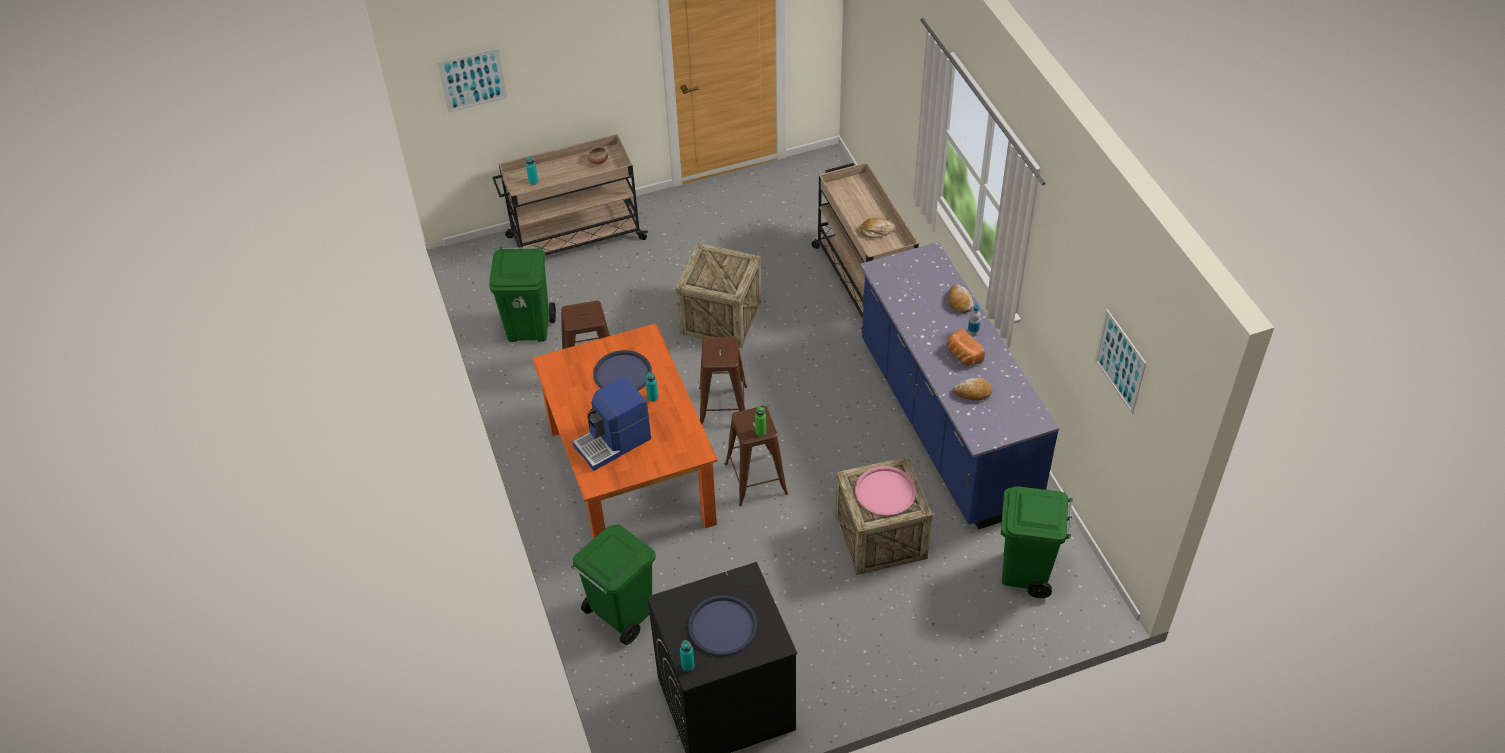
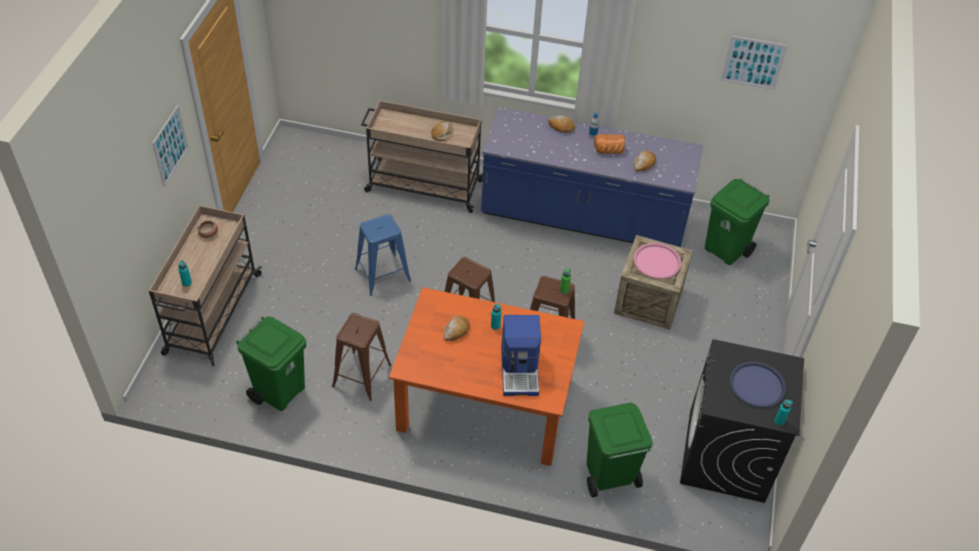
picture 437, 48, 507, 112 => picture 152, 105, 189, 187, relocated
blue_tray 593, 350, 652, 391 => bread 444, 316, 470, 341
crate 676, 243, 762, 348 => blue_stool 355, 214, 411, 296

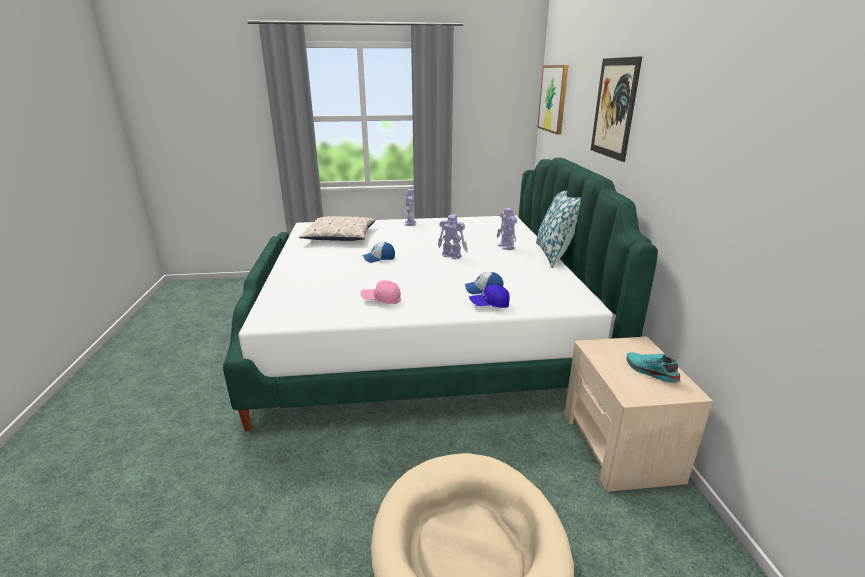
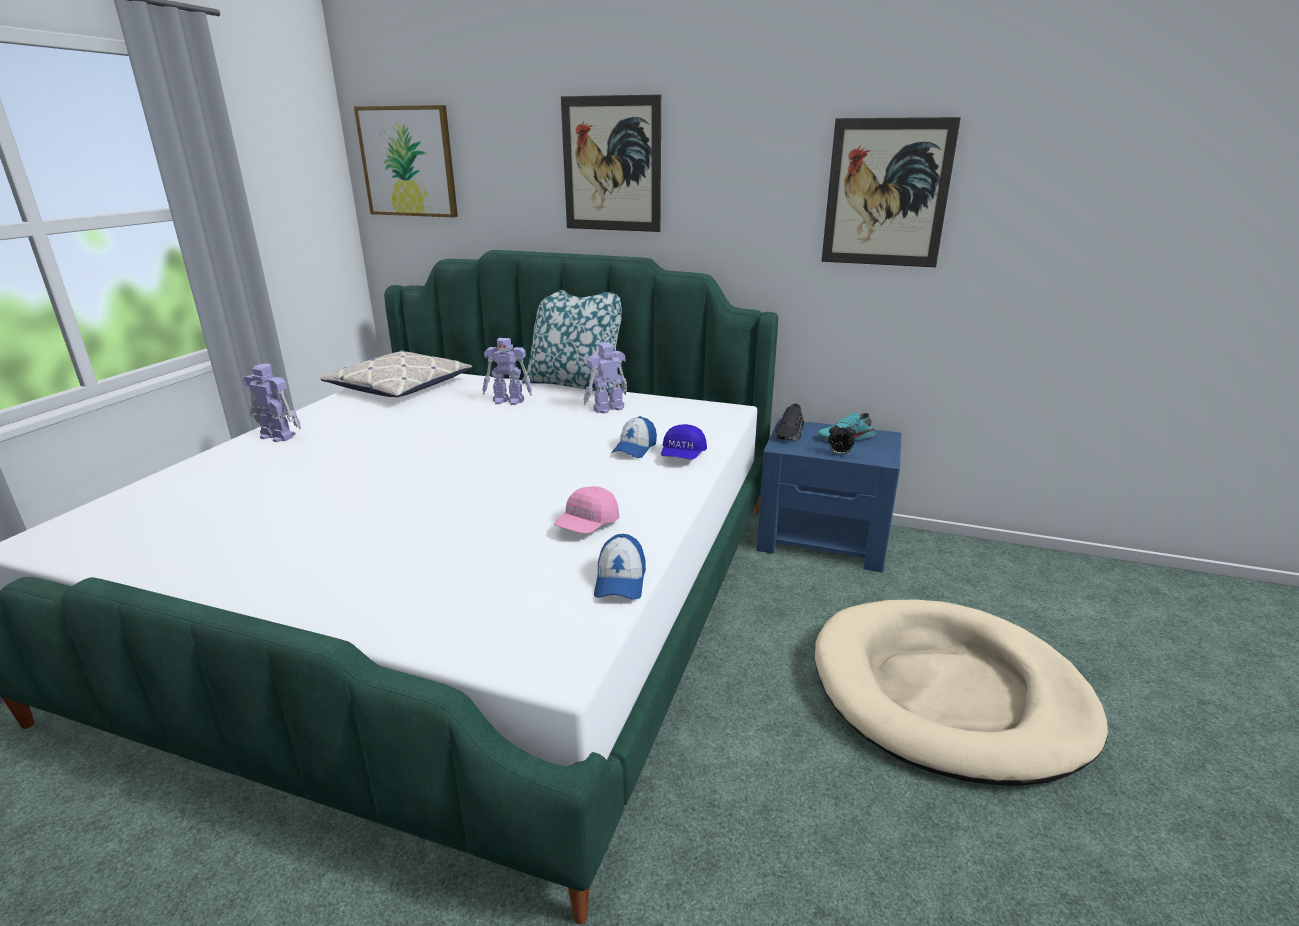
pillow 299, 216, 376, 241 => pillow 320, 350, 472, 397, relocated
cap 362, 242, 395, 263 => cap 594, 534, 646, 600, relocated
toy_robot 438, 214, 468, 259 => toy_robot 584, 342, 627, 414, relocated
beige_nightstand 564, 336, 713, 492 => blue_nightstand 756, 419, 901, 572
nothing => black_shoe 775, 403, 804, 440
nothing => picture 822, 117, 961, 267
nothing => alarm_clock 829, 422, 856, 455

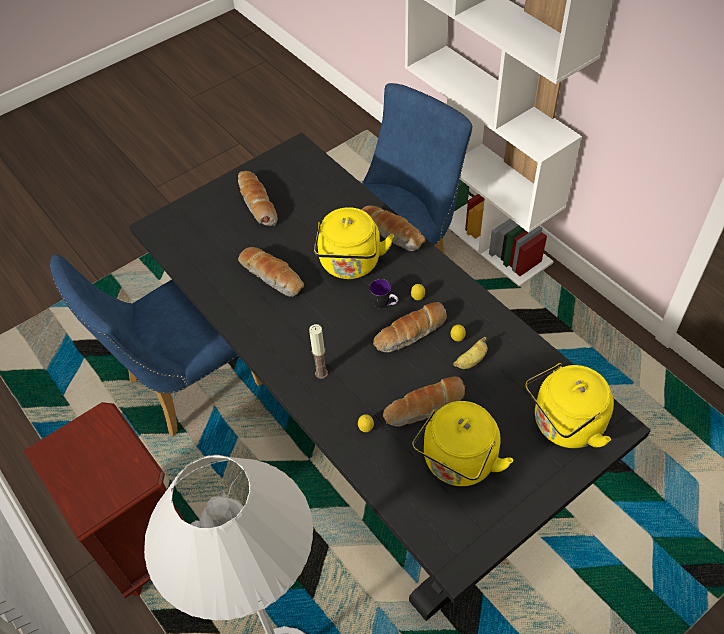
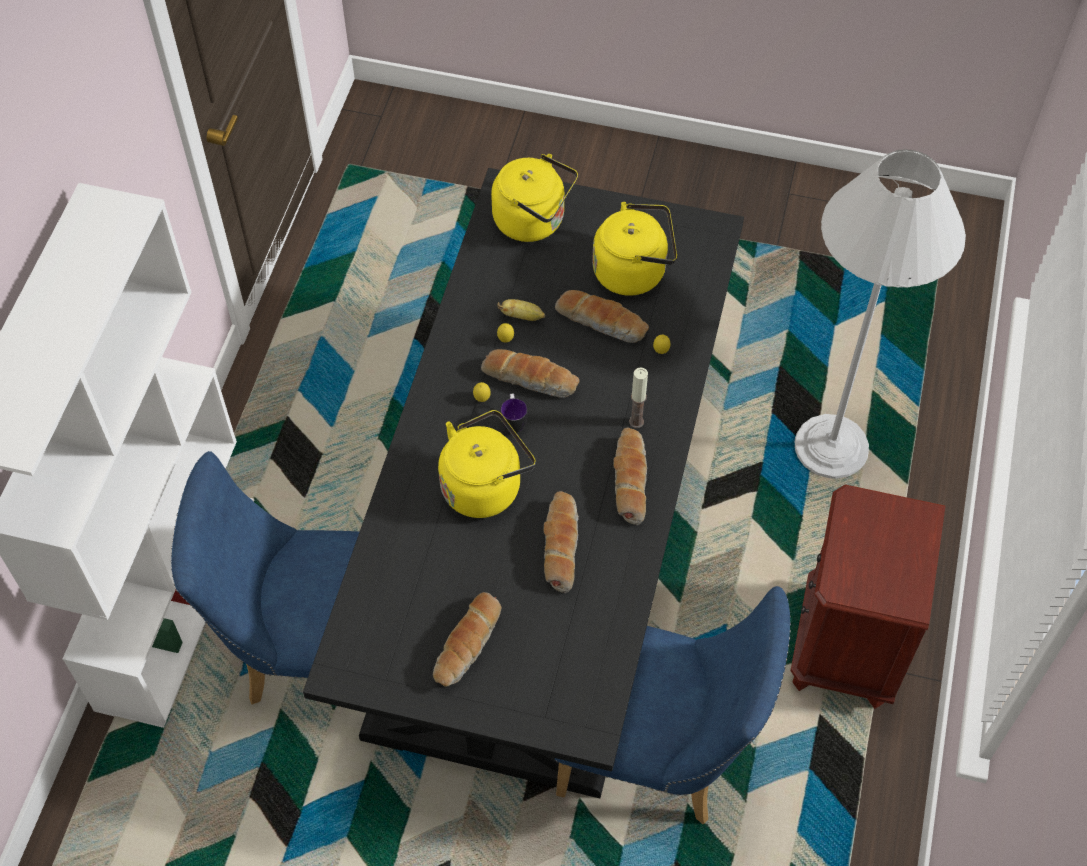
bread 361, 205, 426, 251 => bread 613, 428, 647, 525, relocated

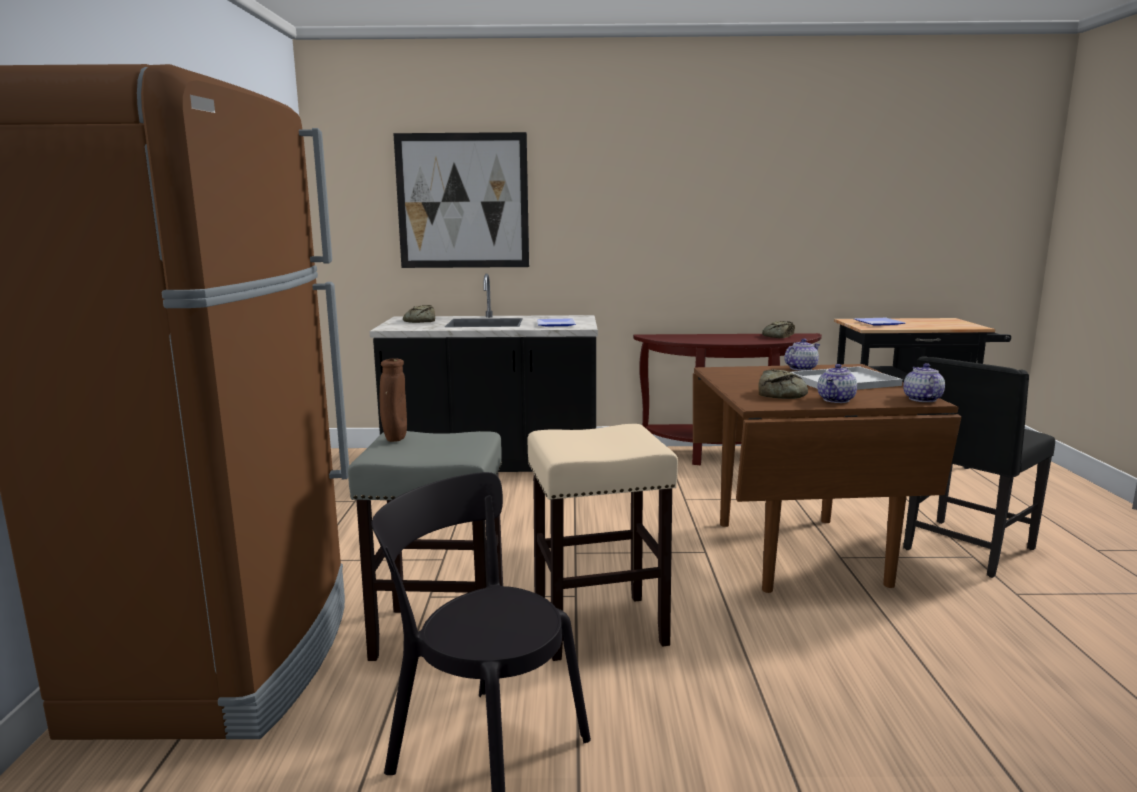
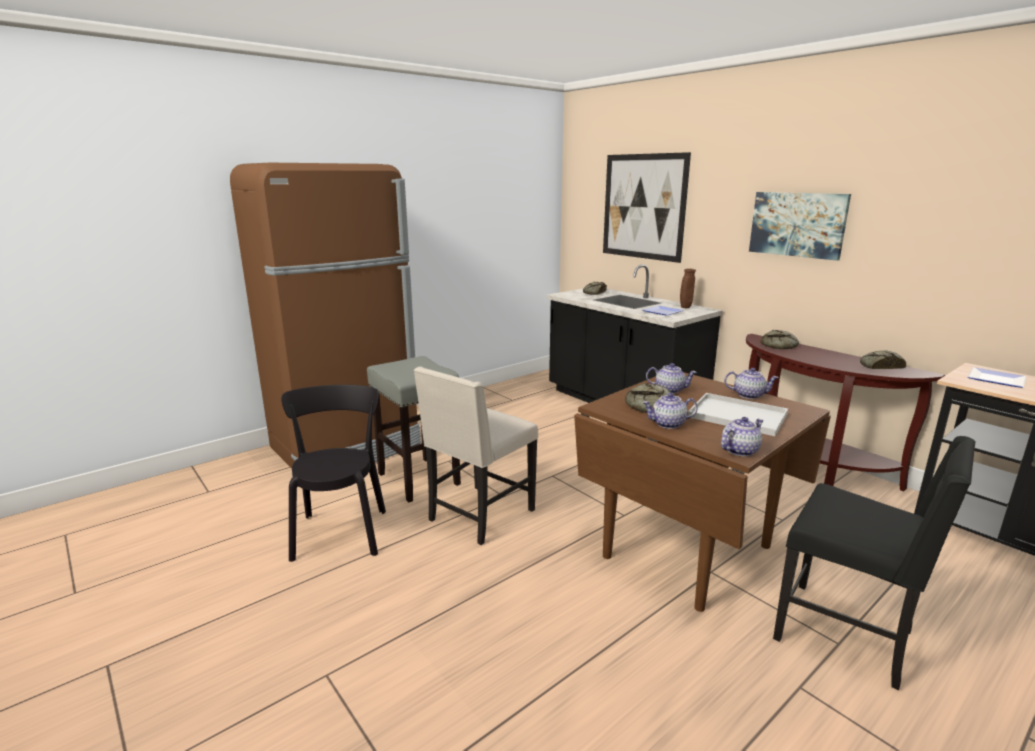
brown_vase 380, 358, 407, 442 => brown_vase 680, 269, 696, 308, relocated
beige_stool 528, 424, 678, 661 => beige_chair 414, 367, 538, 545
black_chair 903, 356, 1055, 578 => black_chair 773, 436, 975, 690, 150 degrees counterclockwise
nothing => teapot 646, 363, 697, 394
nothing => picture 749, 192, 851, 261
nothing => bread 760, 330, 799, 349

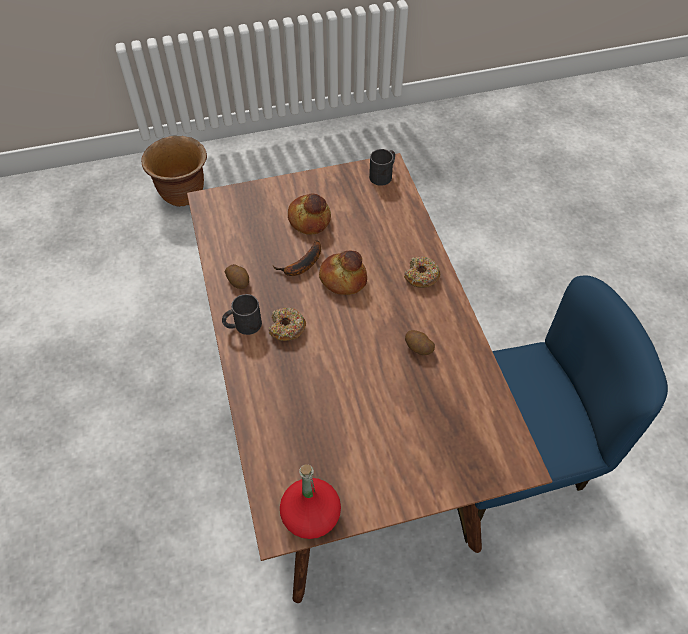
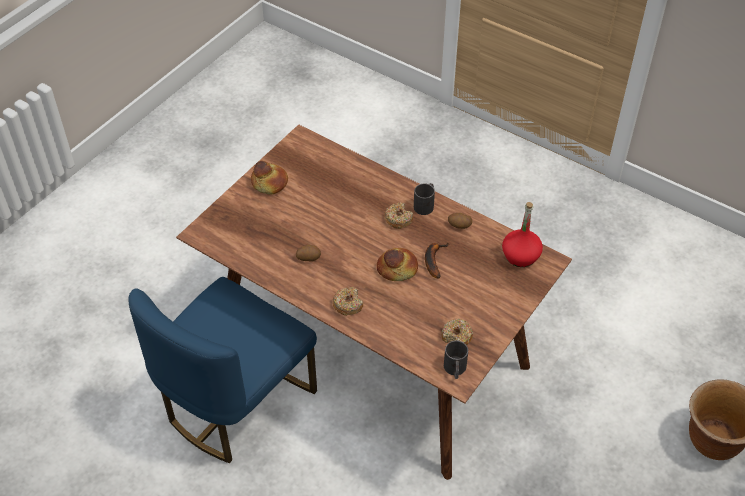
red_bottle 280, 464, 341, 539 => red_bottle 502, 202, 543, 267, relocated
bread 288, 193, 331, 235 => bread 251, 161, 288, 195, relocated
nothing => donut 441, 319, 473, 345

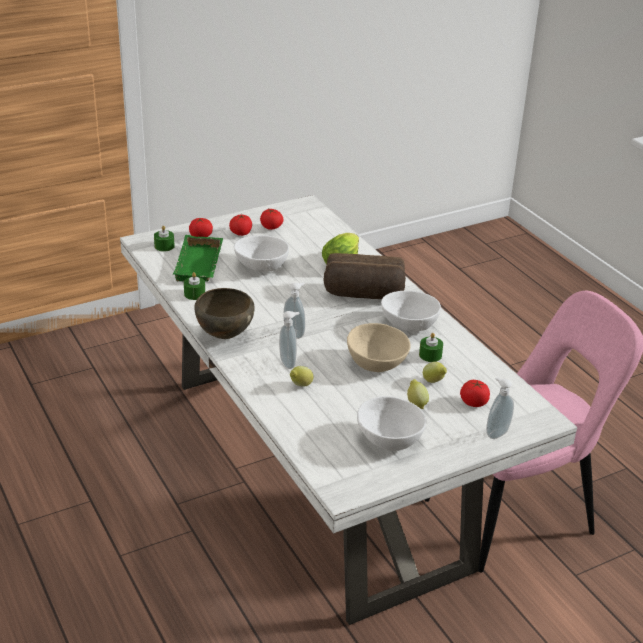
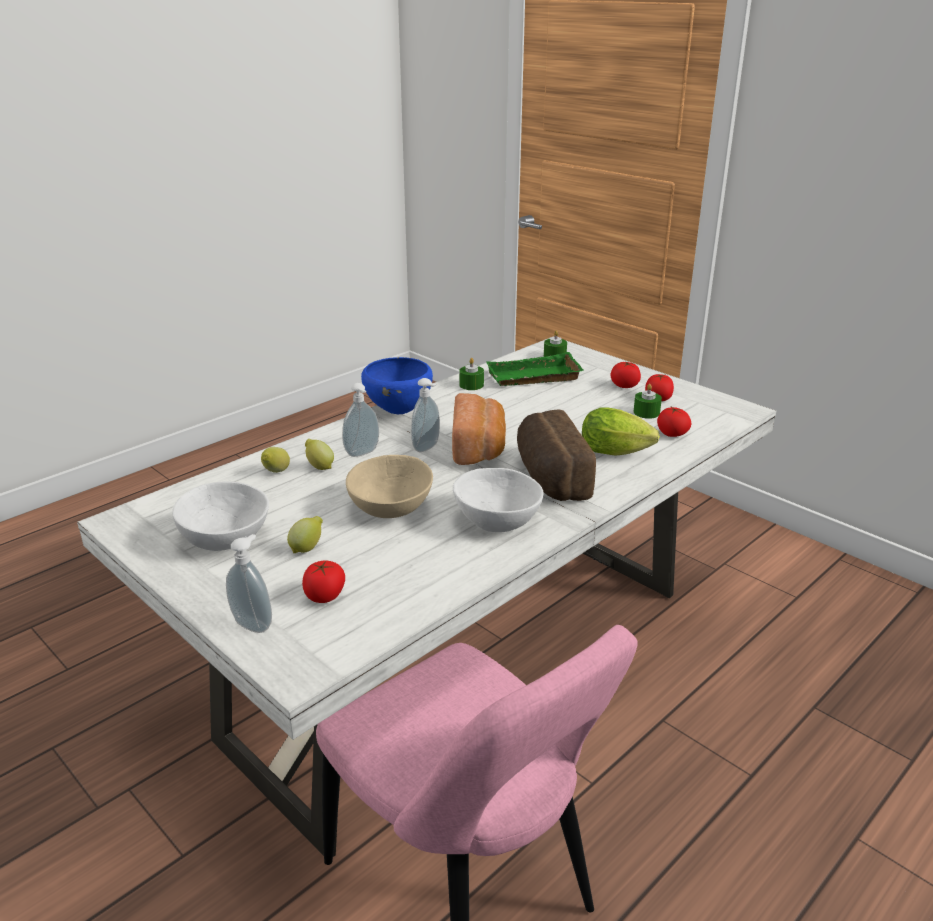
tomato 189, 218, 213, 237 => tomato 657, 407, 691, 437, relocated
brown_bowl 194, 288, 255, 339 => blue_bowl 361, 357, 433, 414
white_bowl 234, 235, 289, 272 => nothing
green_candle 419, 333, 443, 362 => green_candle 634, 384, 662, 419, relocated
lemon 423, 362, 447, 383 => lemon 261, 447, 290, 473, relocated
nothing => bread 452, 393, 506, 465

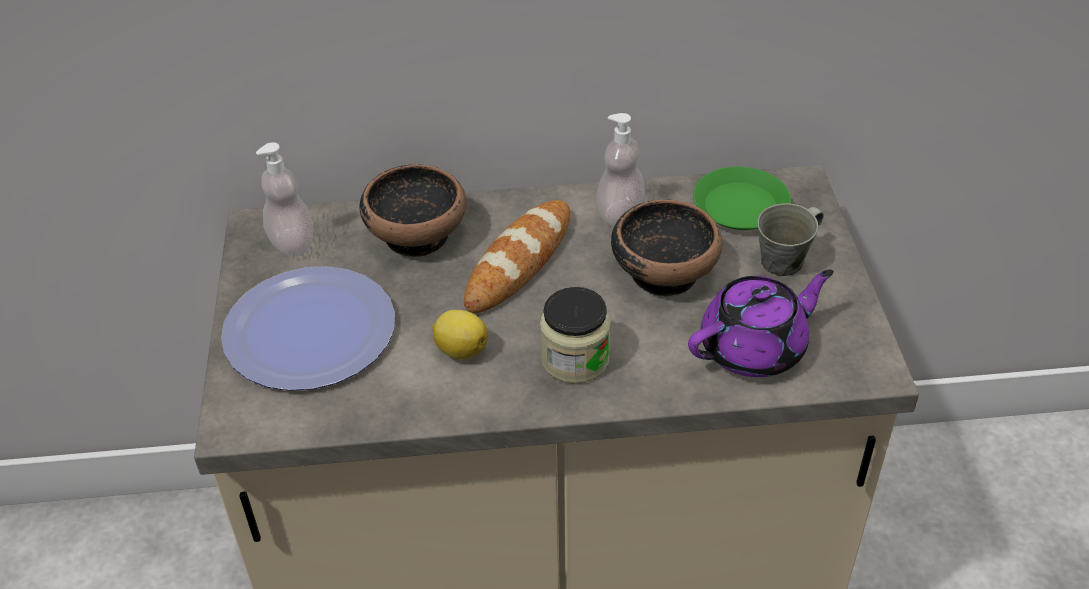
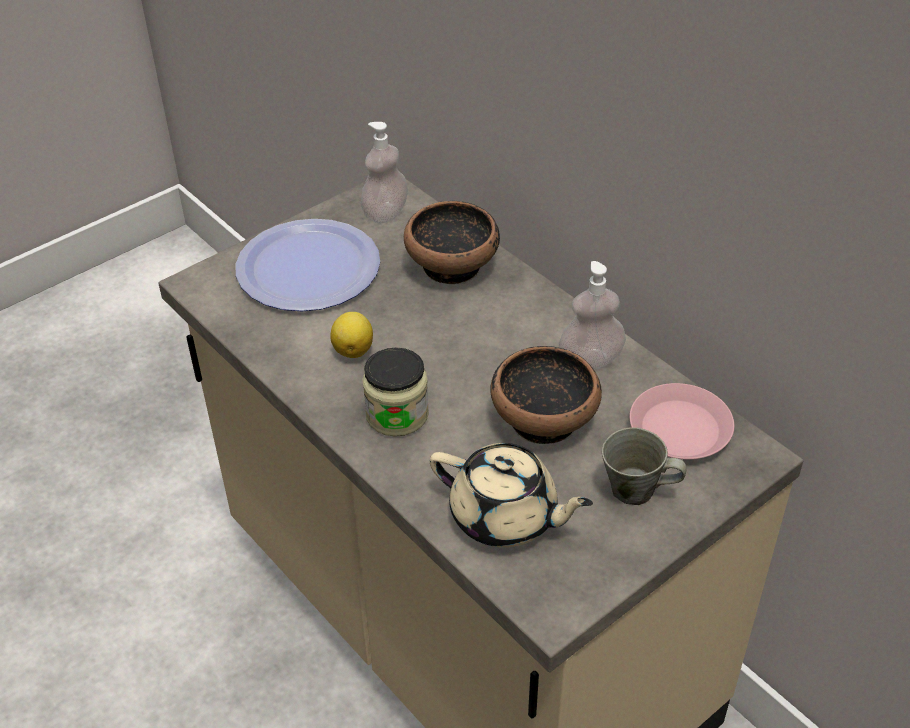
bread 464, 200, 570, 313 => nothing
purple_teapot 688, 269, 834, 377 => beige_teapot 430, 443, 593, 547
green_plate 693, 167, 791, 230 => pink_plate 629, 383, 734, 460

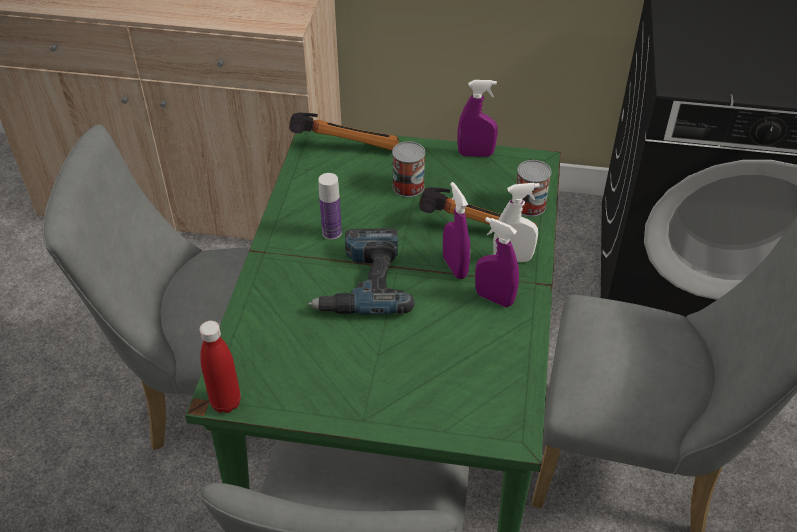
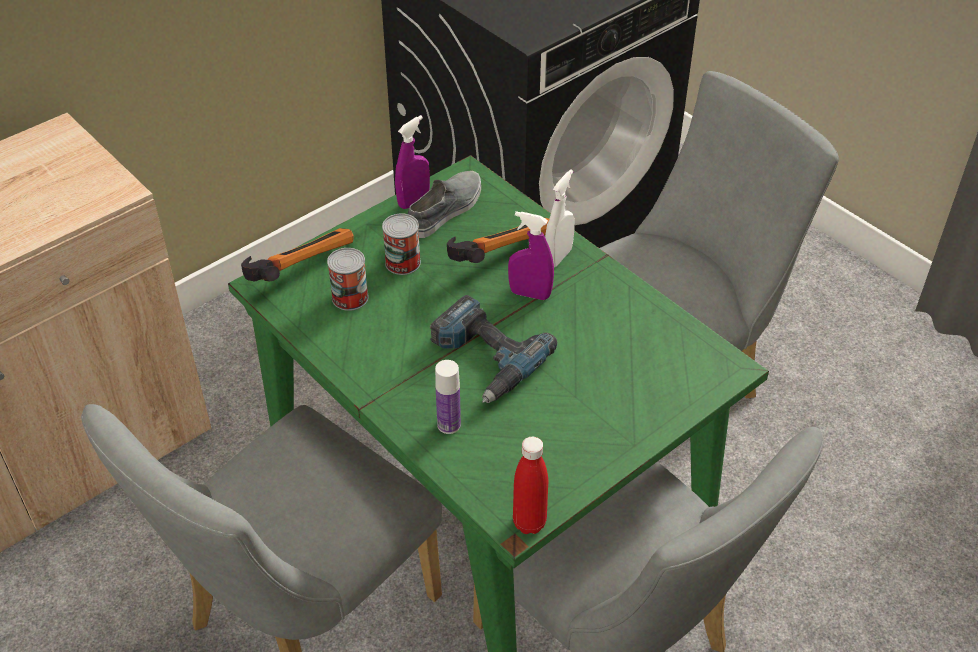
bottle 318, 173, 342, 240 => bottle 435, 360, 461, 434, relocated
purple_spray_bottle 475, 217, 519, 307 => nothing
can 516, 160, 551, 217 => can 327, 248, 369, 311, relocated
nothing => grey_shoe 408, 171, 481, 238

